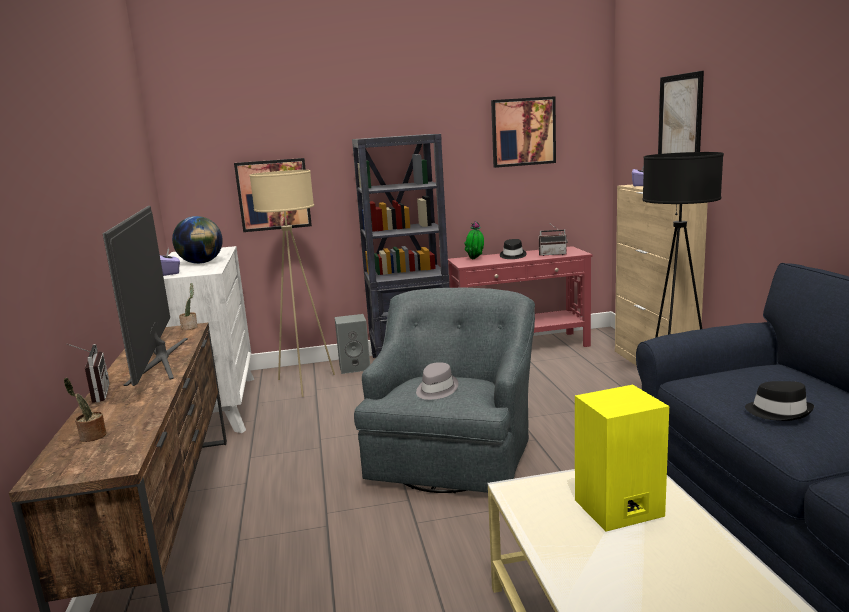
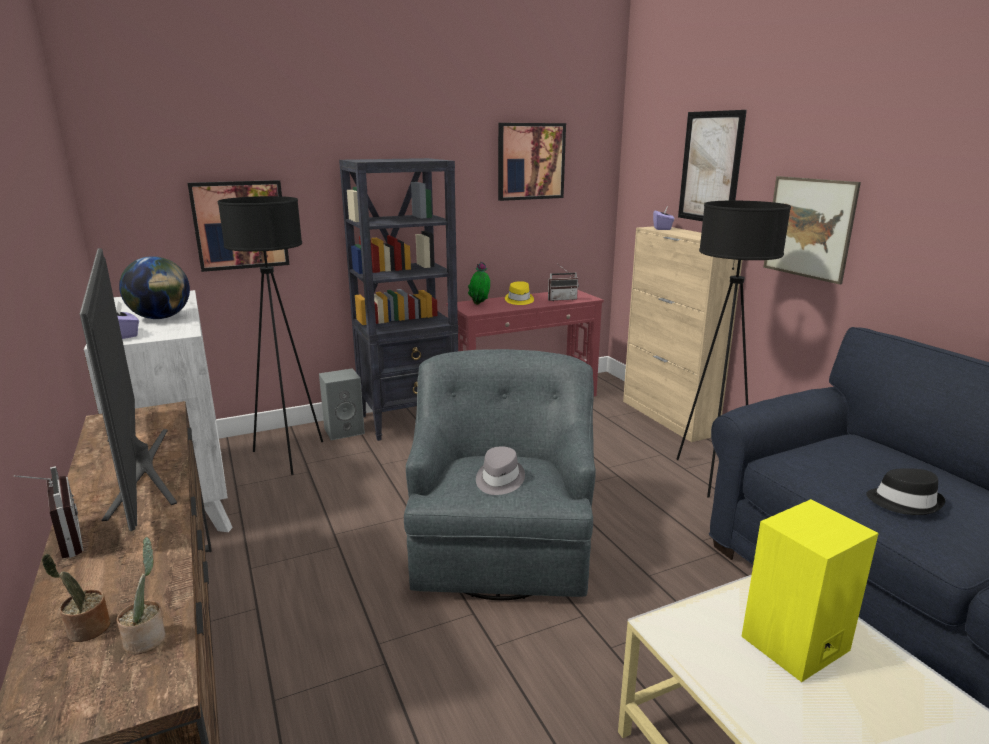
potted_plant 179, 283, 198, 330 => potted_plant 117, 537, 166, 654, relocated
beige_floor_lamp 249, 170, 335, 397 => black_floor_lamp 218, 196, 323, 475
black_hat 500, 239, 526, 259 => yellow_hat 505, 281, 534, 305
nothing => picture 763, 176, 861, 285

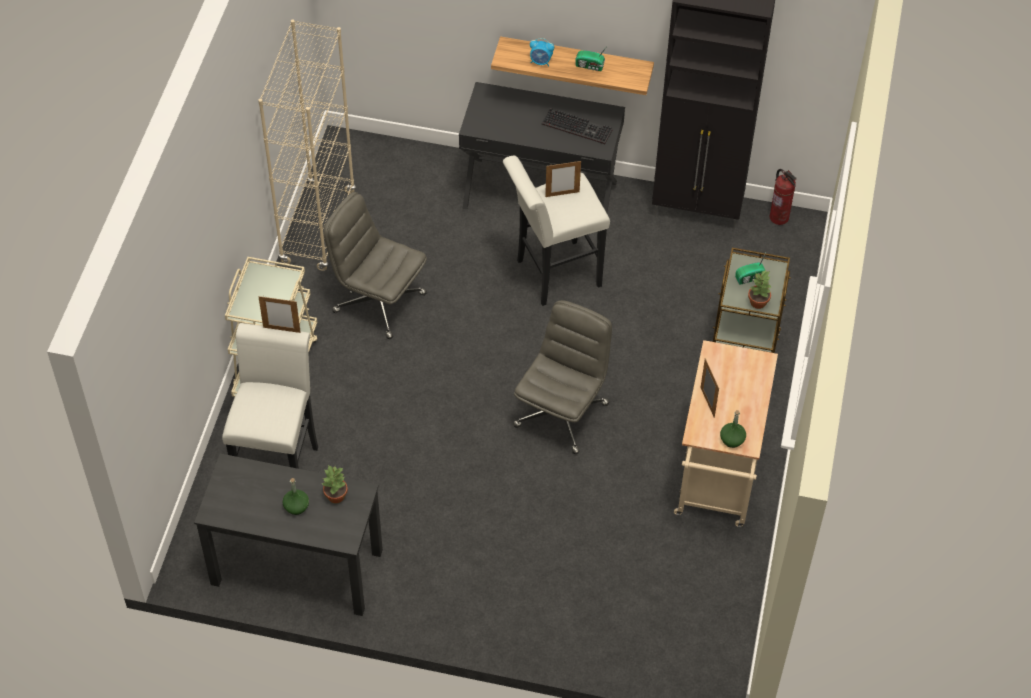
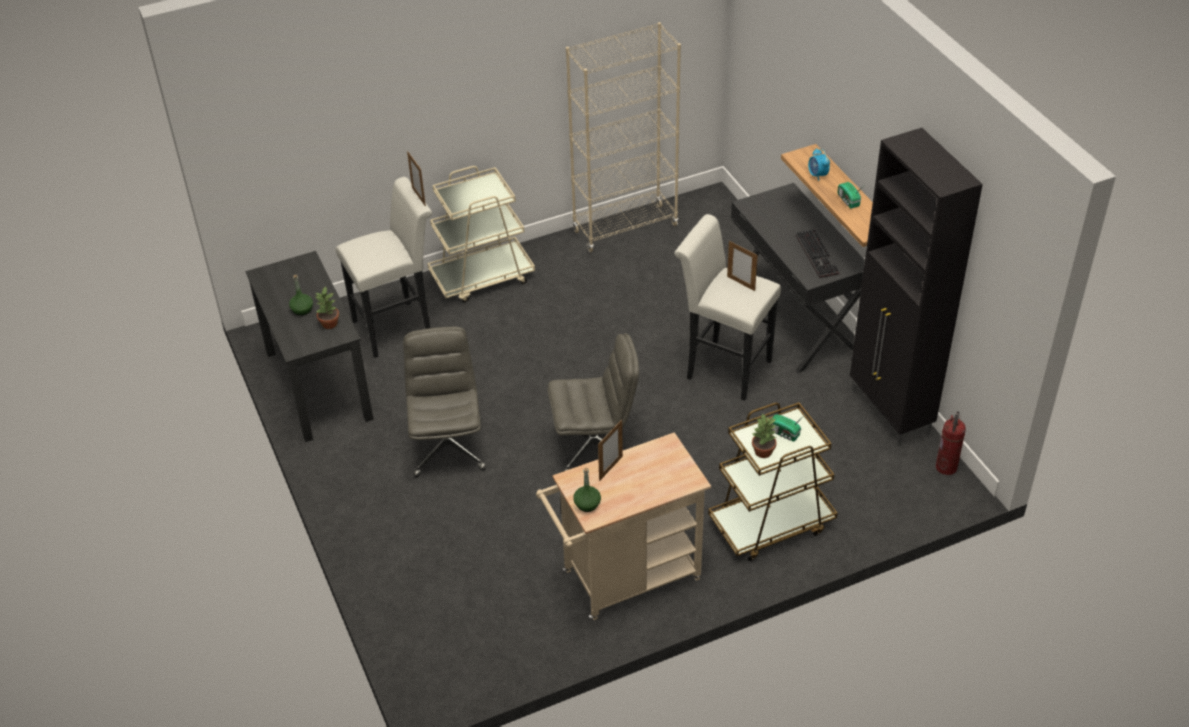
grey_office_chair 324, 192, 427, 339 => grey_office_chair 403, 327, 486, 477, relocated

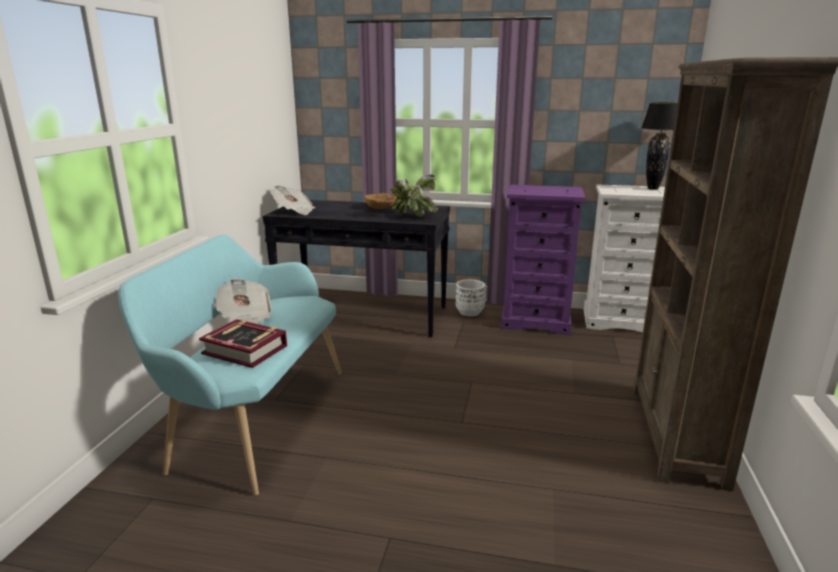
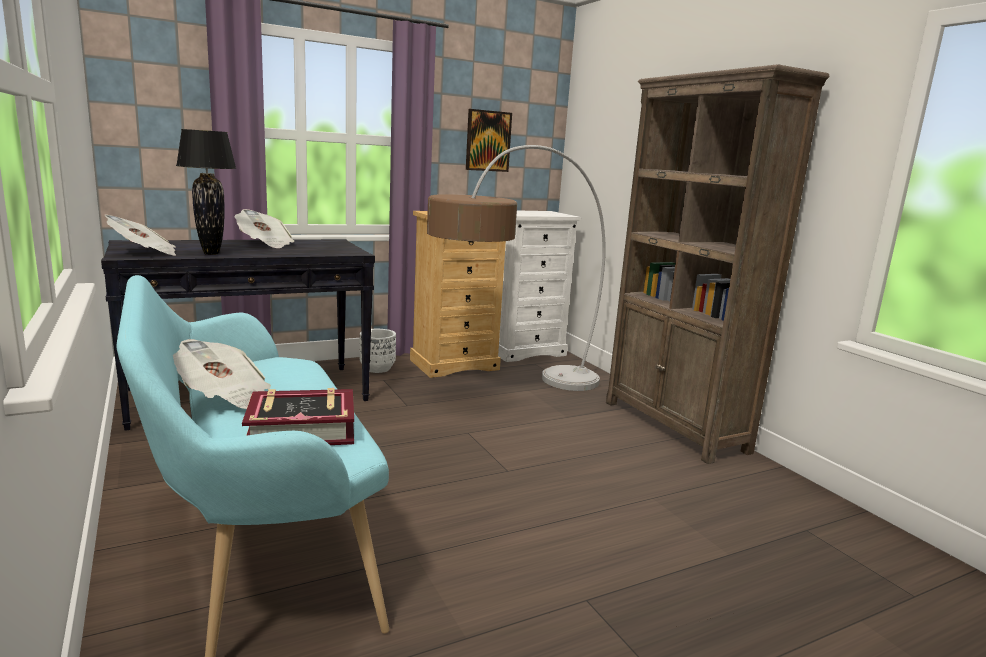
brown_bowl 364, 193, 397, 209 => newspaper 235, 209, 294, 248
potted_plant 390, 175, 438, 217 => nothing
purple_dresser 501, 184, 585, 335 => beige_dresser 410, 211, 506, 378
black_table_lamp 641, 102, 678, 190 => black_table_lamp 176, 129, 236, 255, relocated
nothing => floor_lamp 427, 145, 606, 391
nothing => picture 466, 109, 512, 172

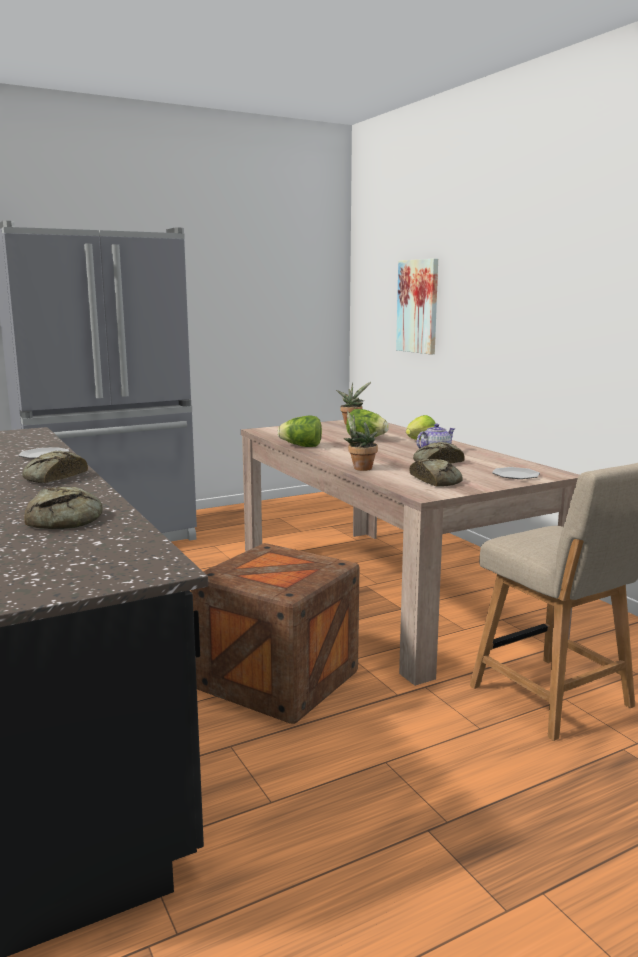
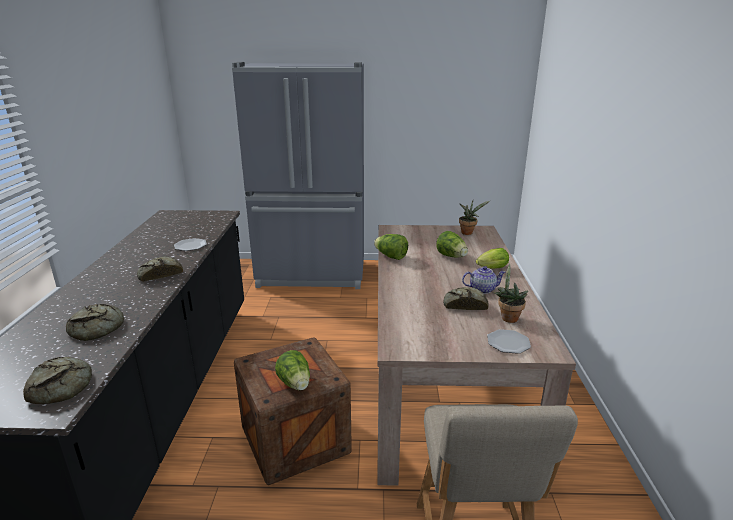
potted_plant 344, 411, 378, 471 => potted_plant 494, 264, 528, 323, relocated
picture 396, 258, 438, 355 => nothing
bread 410, 459, 463, 487 => bread 23, 357, 92, 404, relocated
nothing => lettuce 275, 350, 310, 390

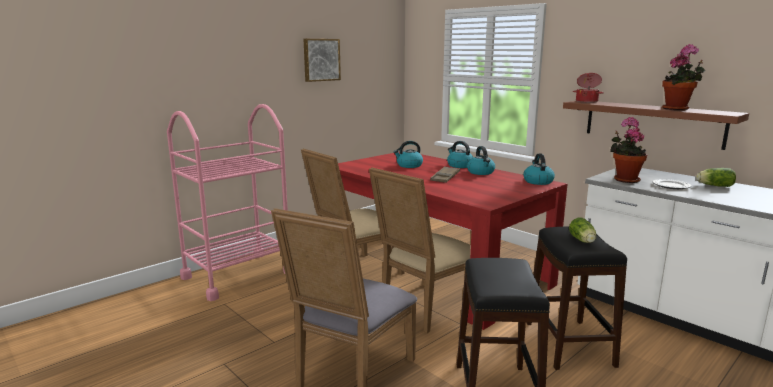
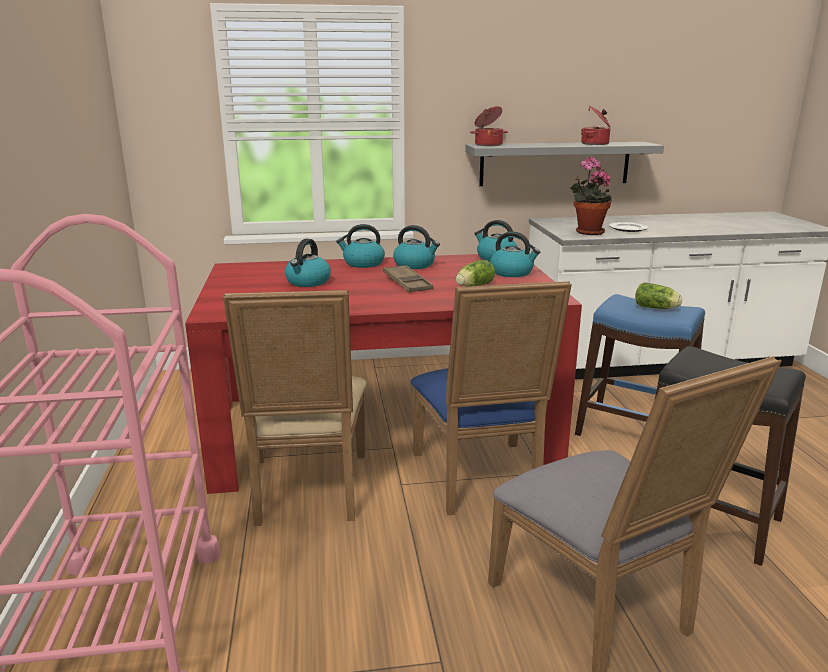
picture 303, 39, 341, 82 => nothing
beige_chair 369, 167, 471, 333 => blue_chair 411, 281, 572, 515
black_stool 526, 226, 627, 370 => blue_stool 575, 294, 705, 436
brown_shelf 563, 101, 749, 150 => grey_shelf 465, 142, 664, 186
potted_plant 662, 44, 705, 110 => cooking_pot 581, 106, 610, 145
lettuce 696, 168, 736, 187 => lettuce 456, 260, 495, 287, relocated
nothing => kettle 490, 231, 540, 277

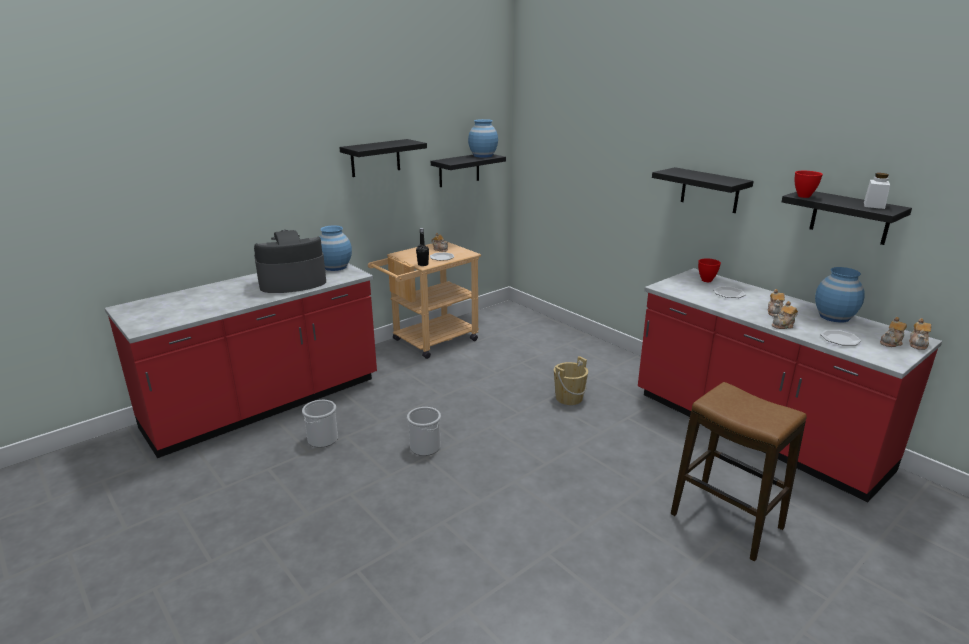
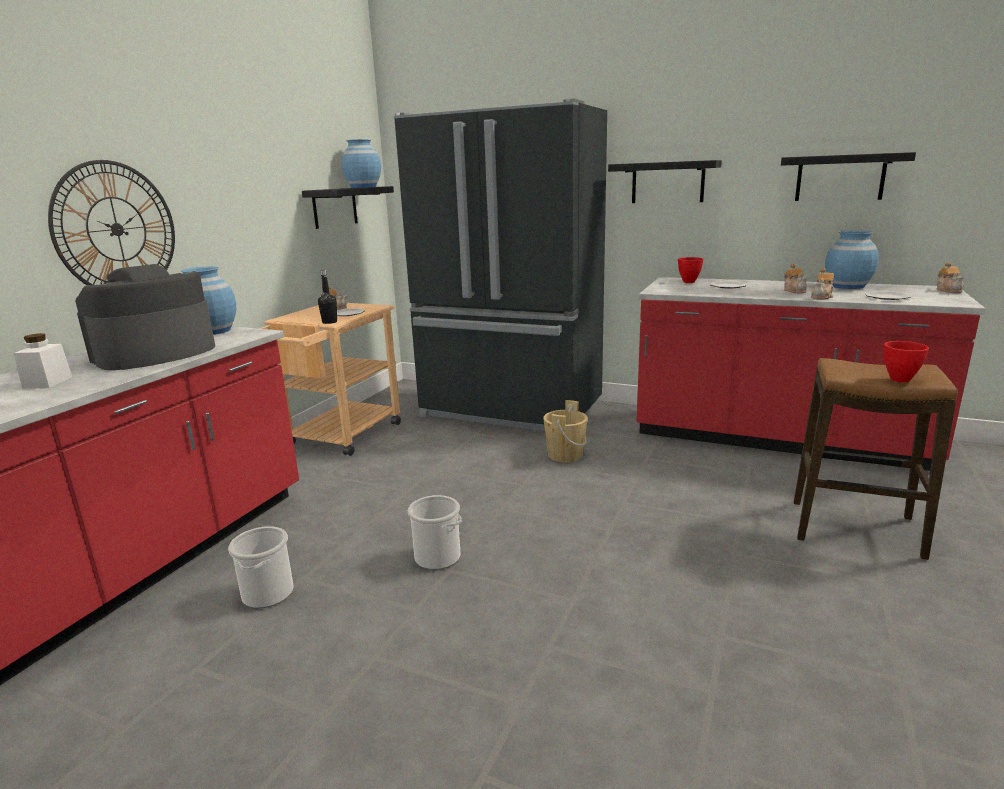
black_shelf 339, 139, 427, 177 => nothing
red_bowl 795, 171, 823, 198 => red_bowl 884, 341, 929, 382, relocated
white_jar 864, 173, 890, 209 => white_jar 14, 333, 72, 389, relocated
teapot 880, 317, 907, 347 => nothing
nothing => wall_clock 48, 160, 175, 285
nothing => black_fridge 394, 99, 607, 431

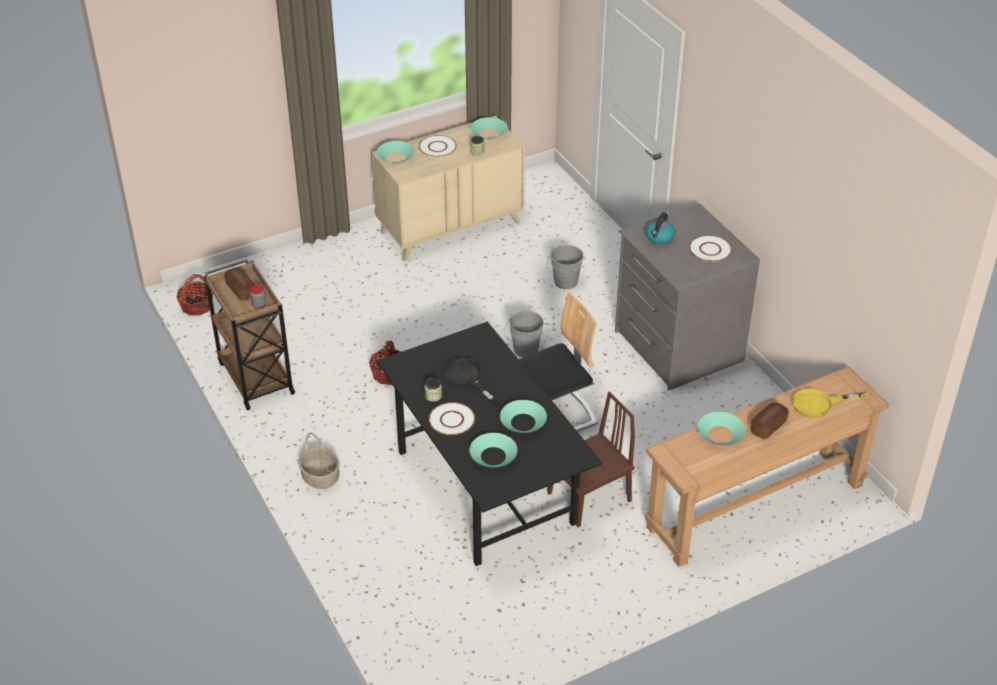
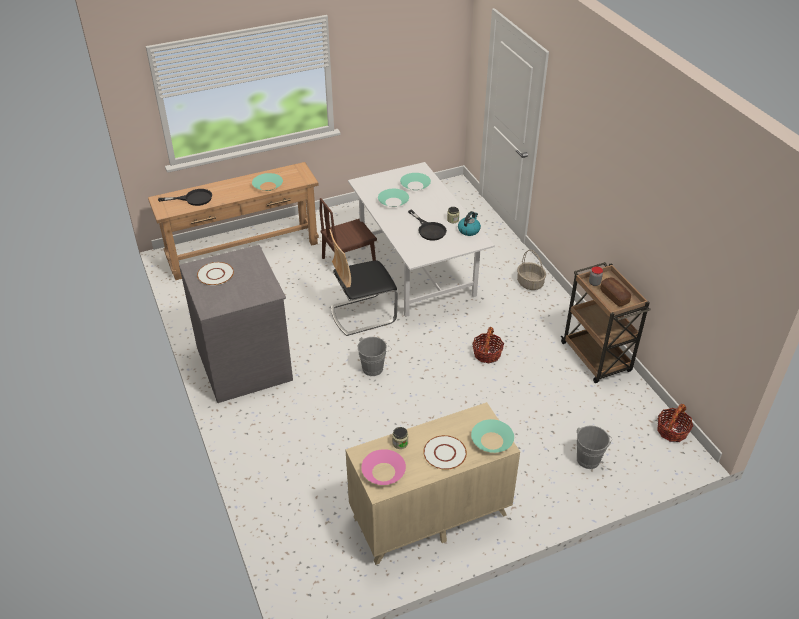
black_dining_table 377, 321, 602, 566 => white_dining_table 348, 162, 495, 317
white_plate 429, 402, 475, 435 => nothing
turquoise_bowl 470, 117, 508, 139 => pink_bowl 361, 449, 406, 485
grey_bucket 547, 245, 584, 289 => grey_bucket 577, 425, 612, 469, relocated
kettle 646, 212, 675, 244 => kettle 458, 211, 481, 236, relocated
bread 751, 403, 789, 439 => nothing
yellow_frying_pan 792, 388, 869, 418 => black_frying_pan 158, 189, 212, 206

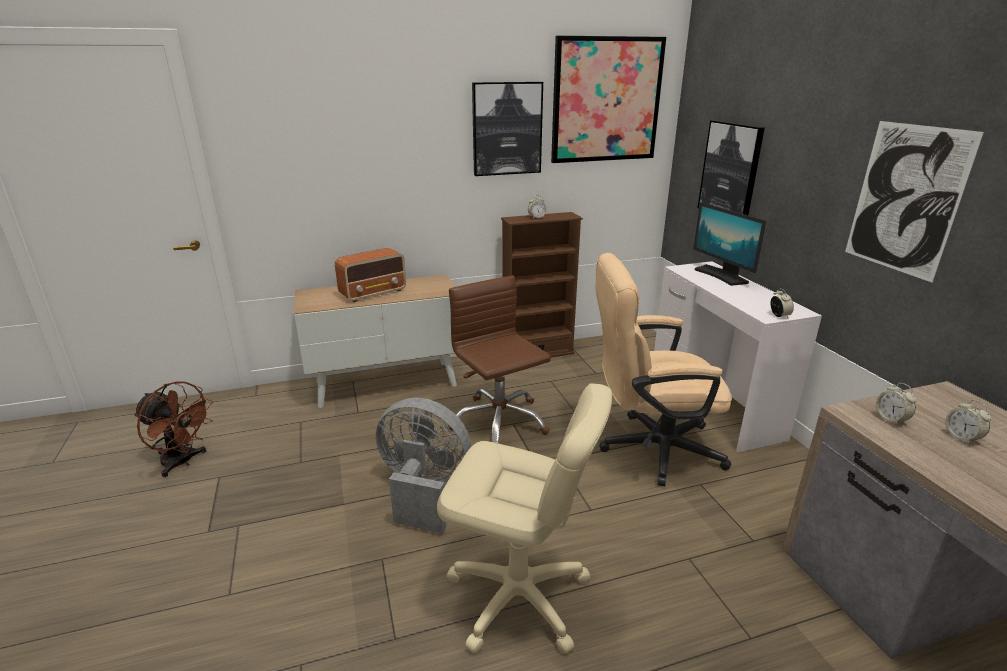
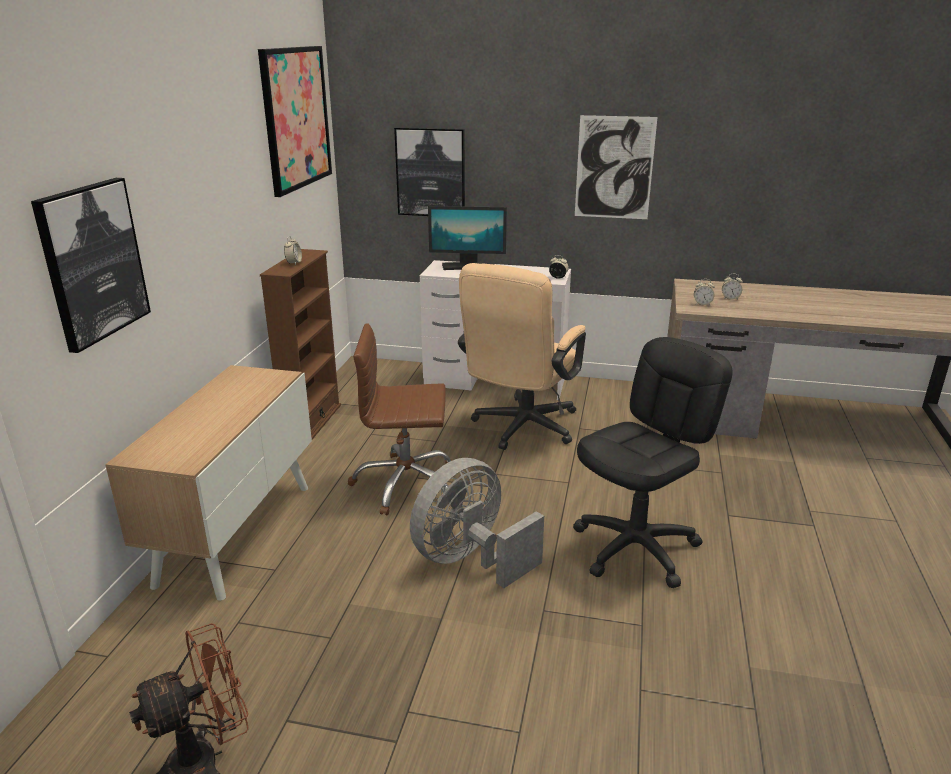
radio 335, 248, 406, 302 => nothing
beige_office_chair 437, 383, 612, 654 => black_office_chair 573, 337, 733, 588
picture 472, 82, 543, 176 => picture 31, 178, 151, 353, relocated

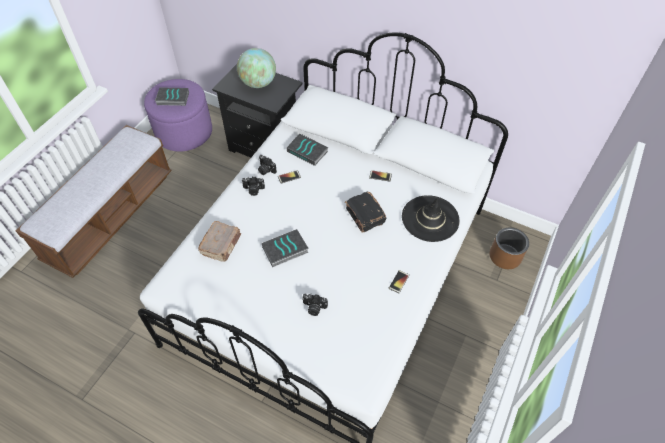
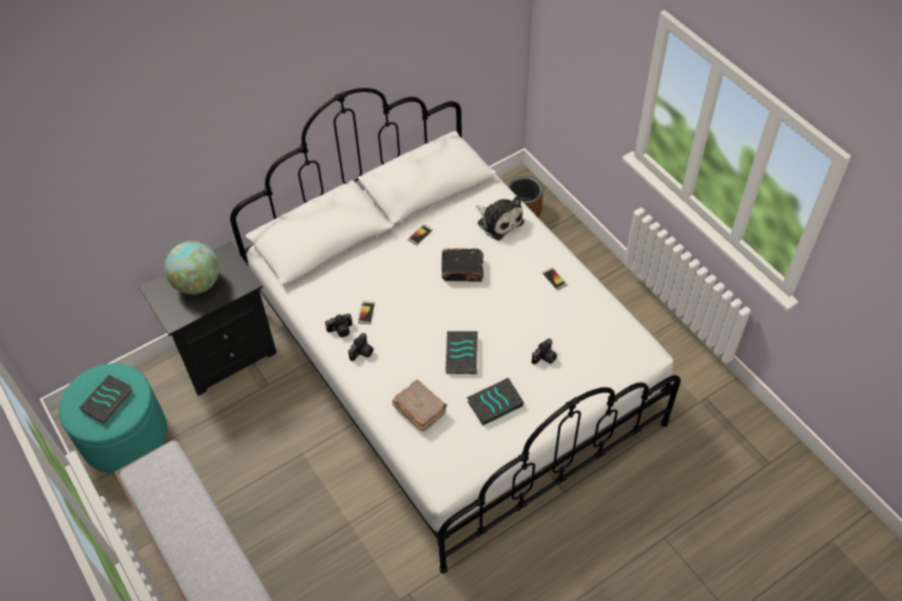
purple_ottoman 144, 79, 212, 152 => turquoise_ottoman 59, 364, 167, 473
book 286, 133, 328, 166 => book 467, 377, 524, 425, relocated
black_hat 402, 195, 460, 242 => plush_toy 475, 196, 524, 241

